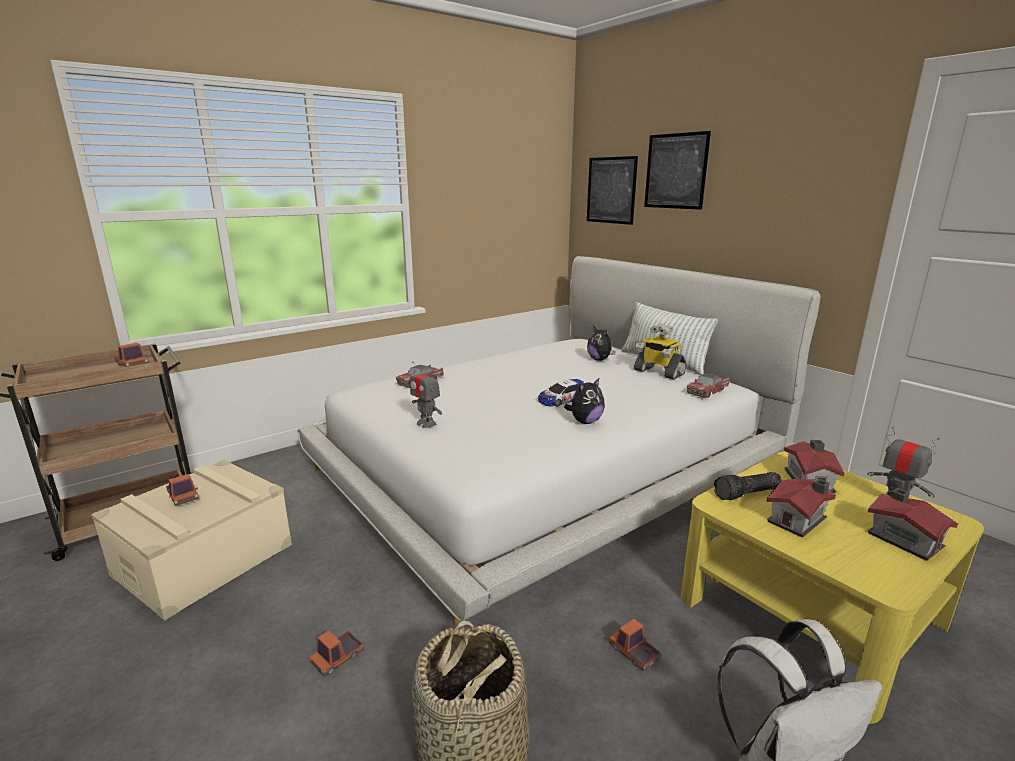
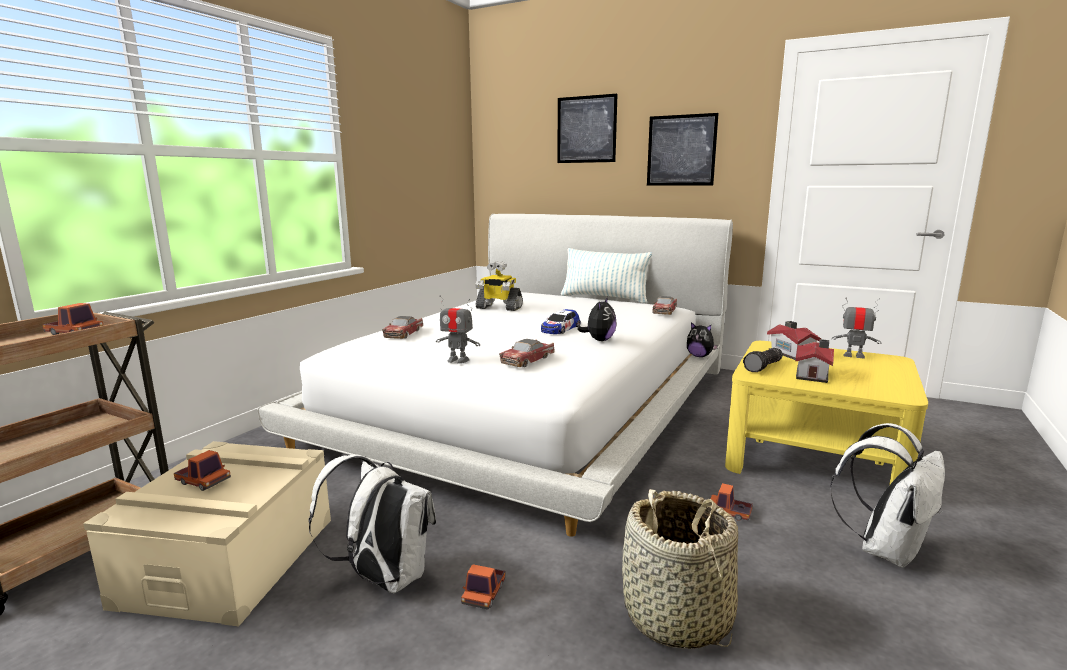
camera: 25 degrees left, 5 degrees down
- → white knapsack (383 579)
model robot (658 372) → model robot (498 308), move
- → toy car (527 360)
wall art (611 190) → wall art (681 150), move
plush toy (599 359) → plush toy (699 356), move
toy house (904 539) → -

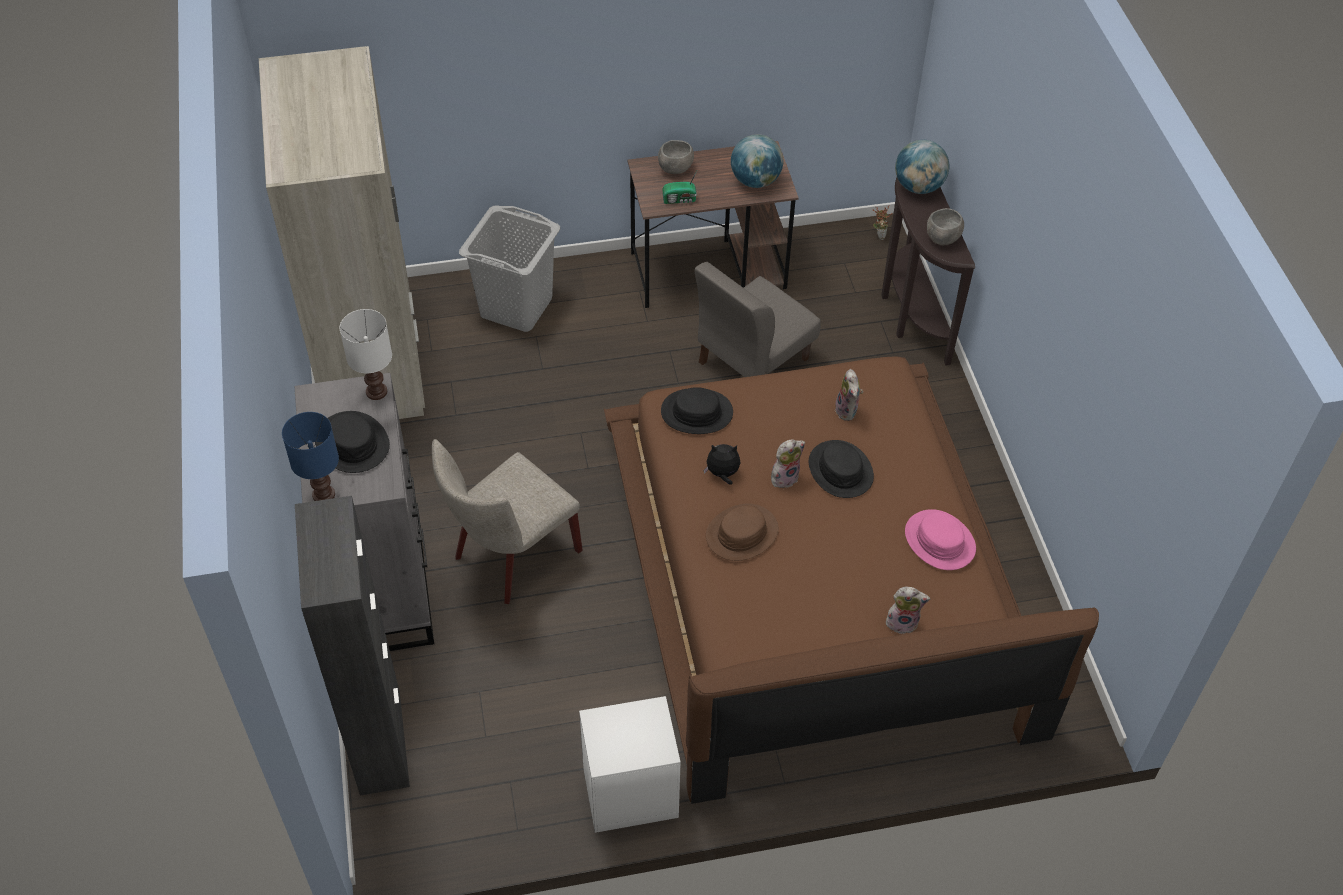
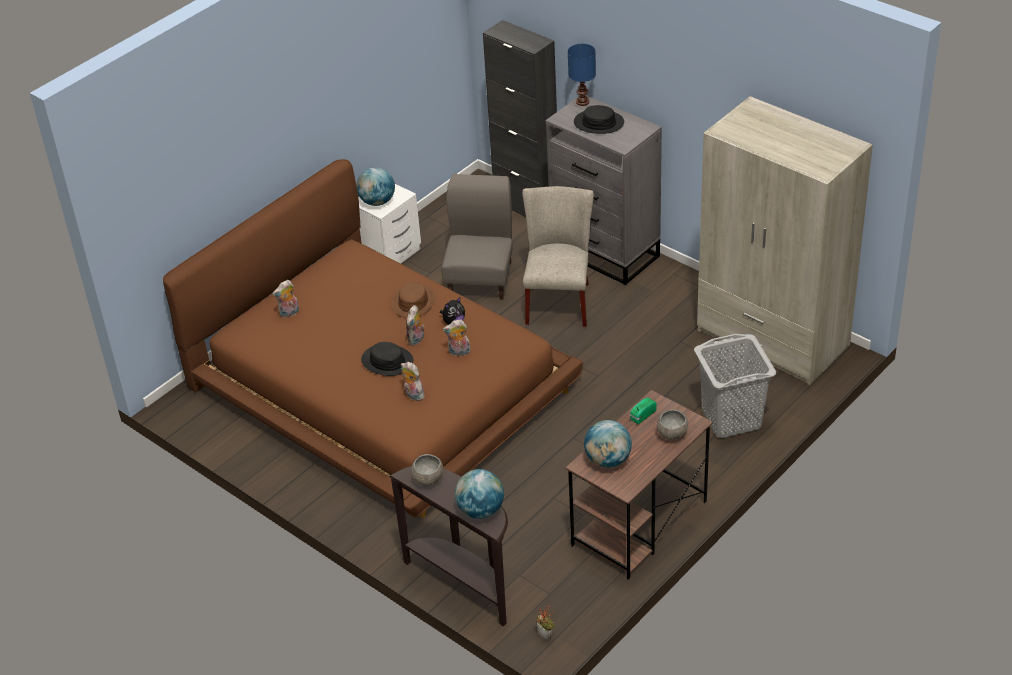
camera: 145 degrees right, 10 degrees down
- → globe (377 202)
gray chair (752 360) → gray chair (481 278), move
- → plush toy (459 352)
white tabletop lamp (375 391) → -
black wearable hat (696 413) → -
pinkish wearable hat (939 541) → -

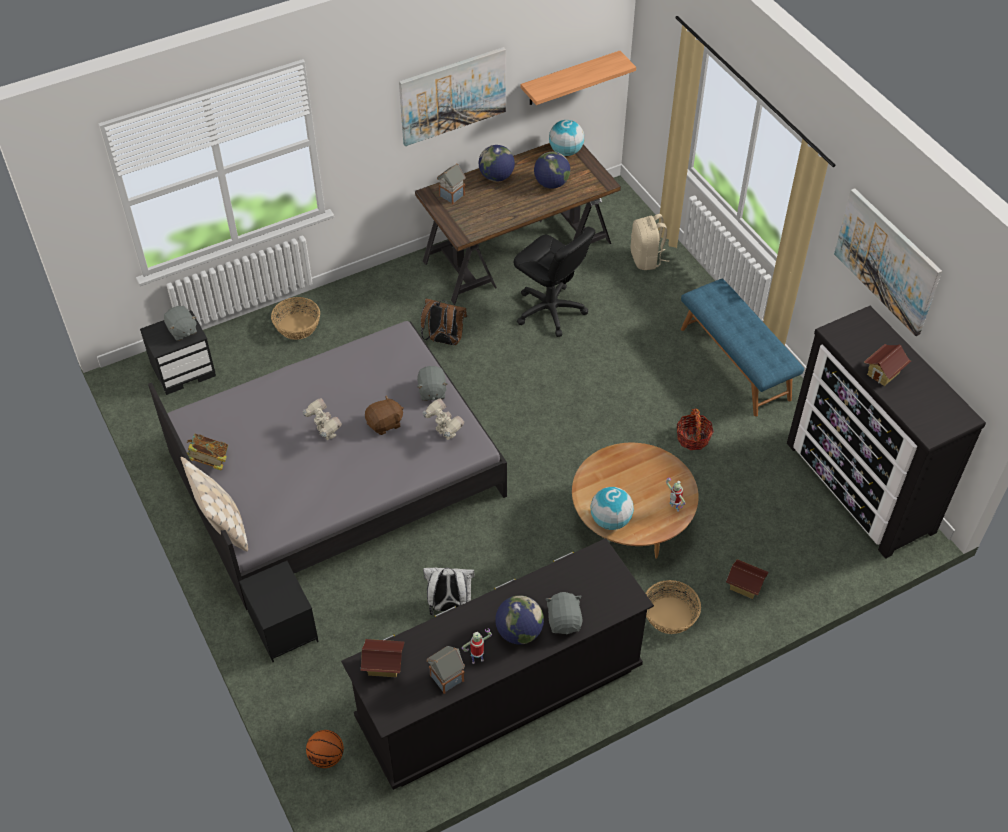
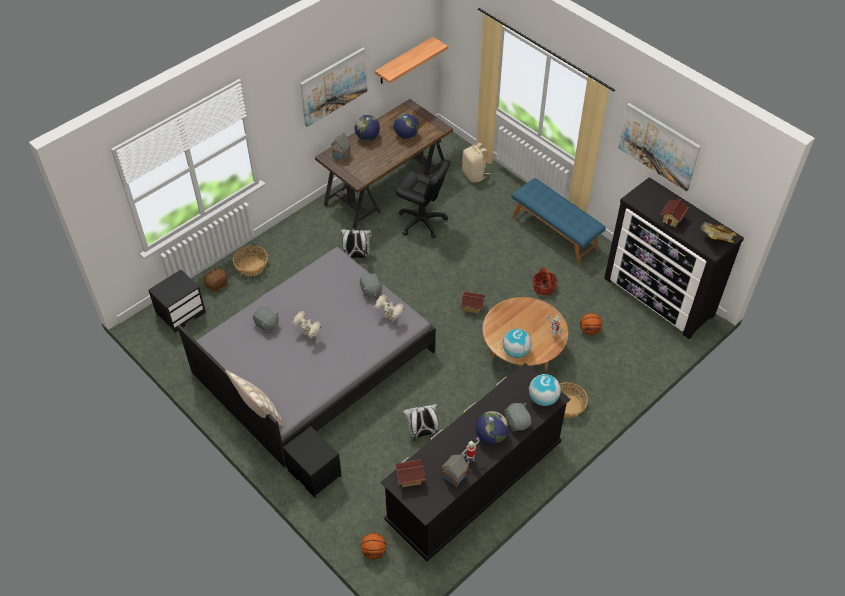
camera: 15 degrees left, 0 degrees up
brownish plush toy (385 424) → brownish plush toy (217 285), move
gray plush toy (182 331) → gray plush toy (267 325), move
brownish knapsack (444 340) → white knapsack (357 256)
toy house (744 587) → toy house (472 307), move
globe (566 151) → globe (543 399), move
- → basketball (589 330)
bound book (209 461) → bound book (715 240), move

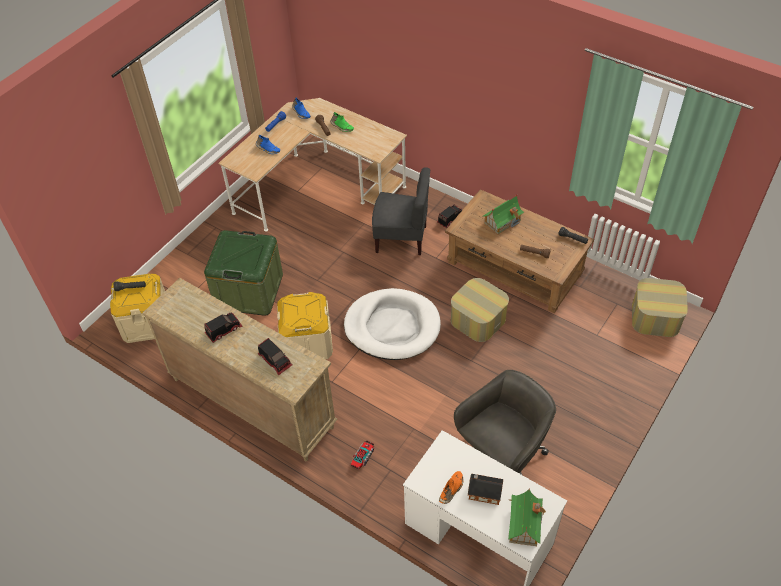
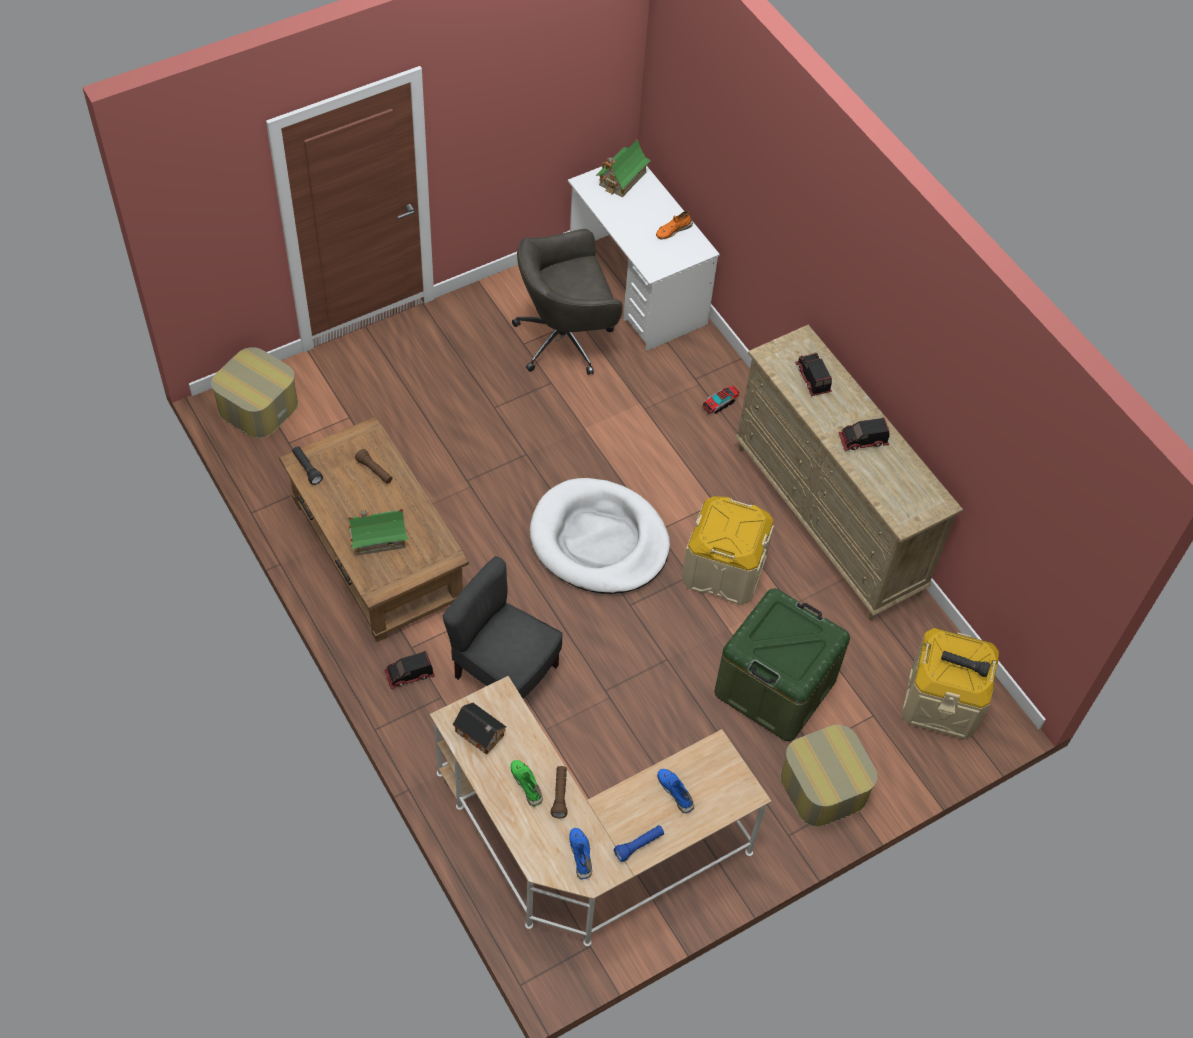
camera: 160 degrees left, 5 degrees up
toy house (483 492) → toy house (480 735), move
pouffe (478 319) → pouffe (823 787), move

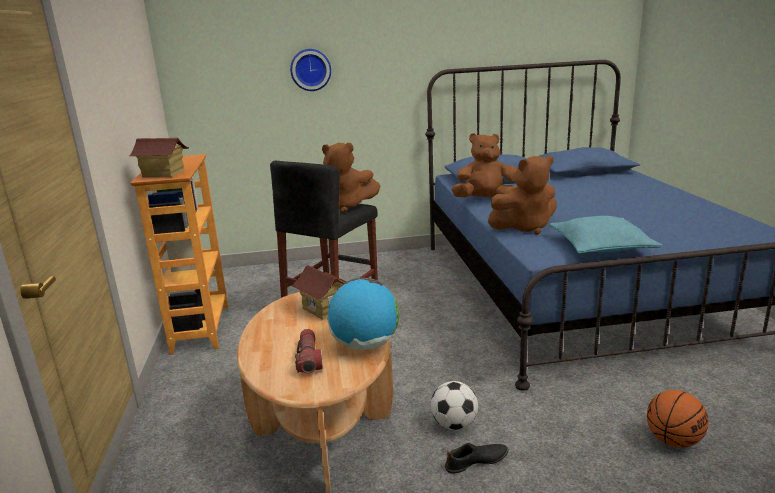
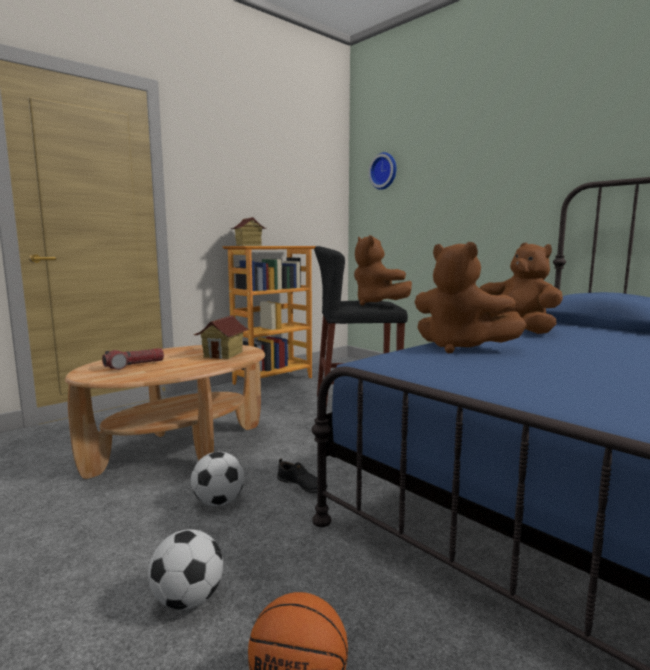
camera: 55 degrees right, 10 degrees down
- → football ball (188 600)
black shoe (476 462) → black shoe (301 485), move
hanging clock (310 70) → hanging clock (384 171), move
globe (365 345) → -
turquoise-coloured pillow (601 246) → -

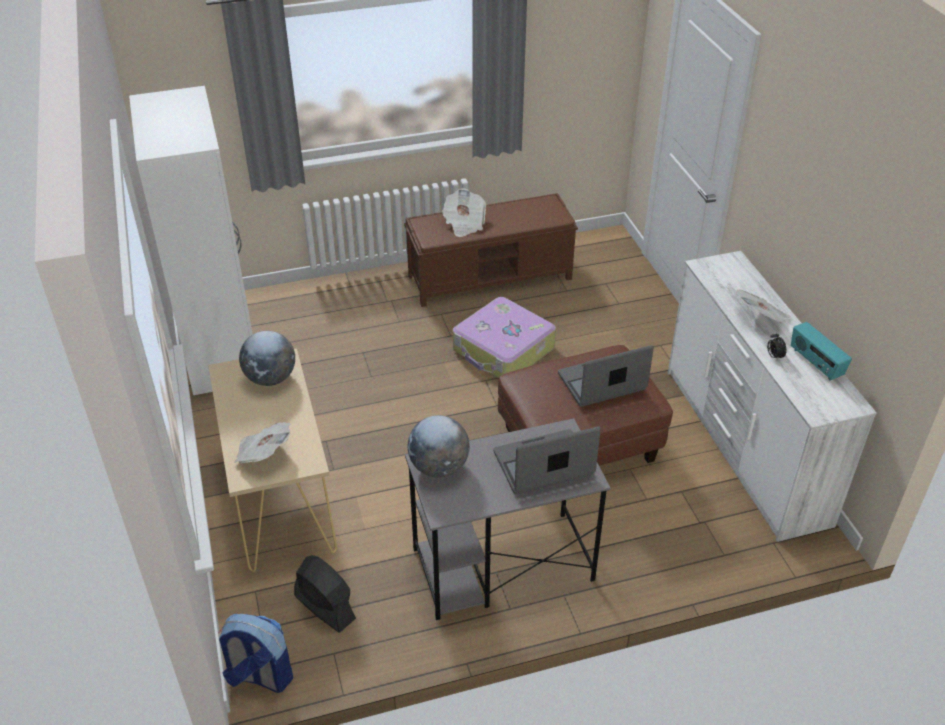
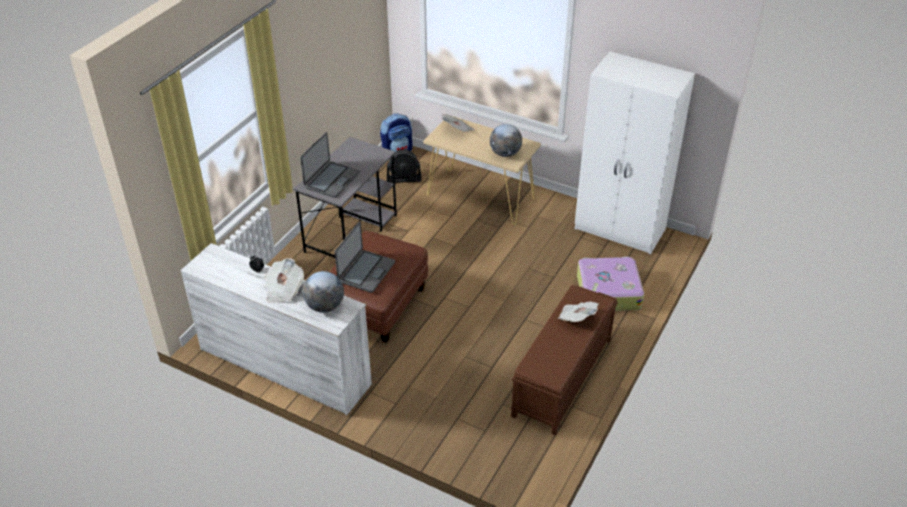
camera: 135 degrees right, 0 degrees up
globe (439 467) → globe (325 306), move
travel case (503 350) → travel case (607 291), move
radio set (815 363) → -

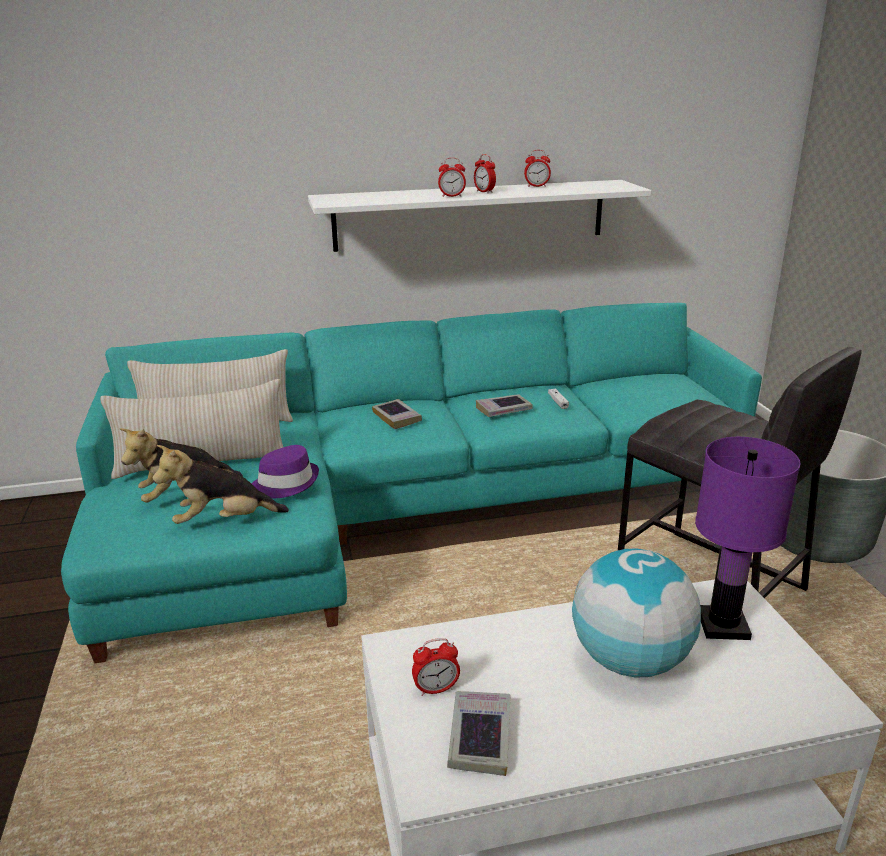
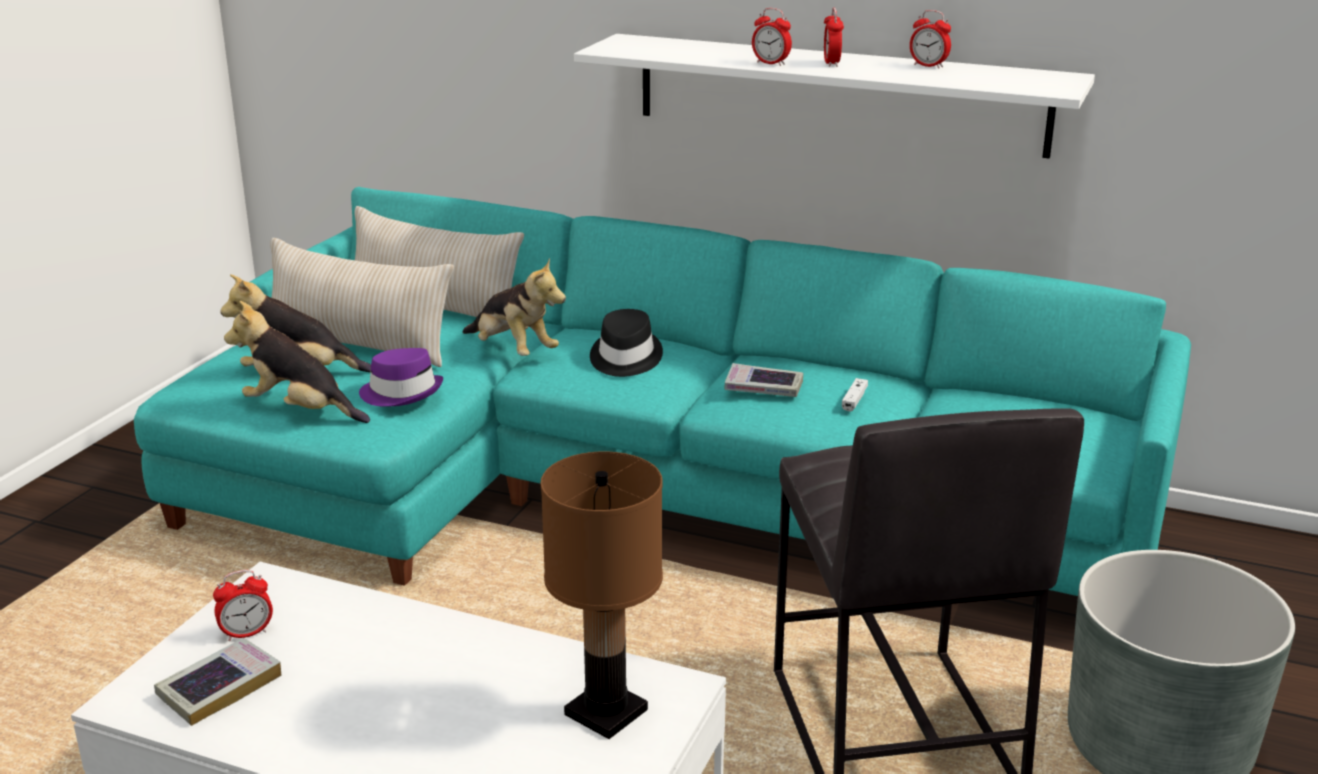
camera: 35 degrees right, 0 degrees up
table clock (436 689) → table clock (247 633), 45 degrees counterclockwise
- → plush toy (513 351)
purple tabletop lamp (722 624) → brownish tabletop lamp (606 711)
bound book (397 417) → black wearable hat (624 358)
globe (629 661) → -

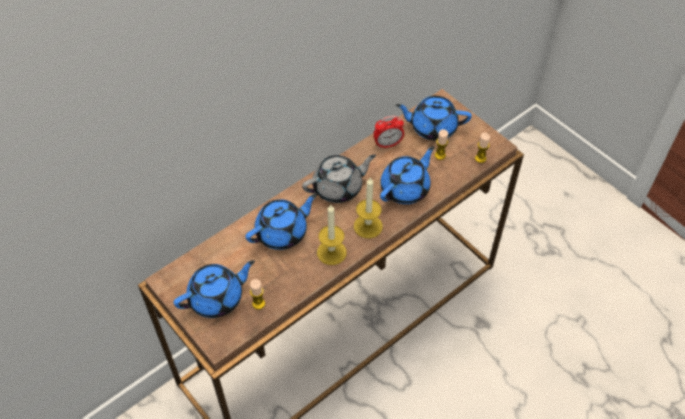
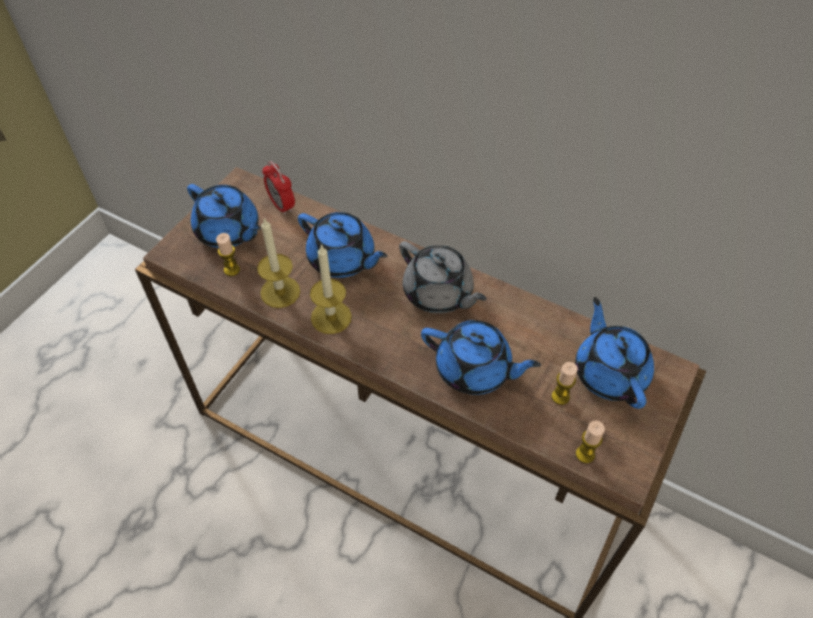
camera: 70 degrees right, 0 degrees up
candle (368 226) → candle (280 292), move
table clock (388 144) → table clock (282 206), move

